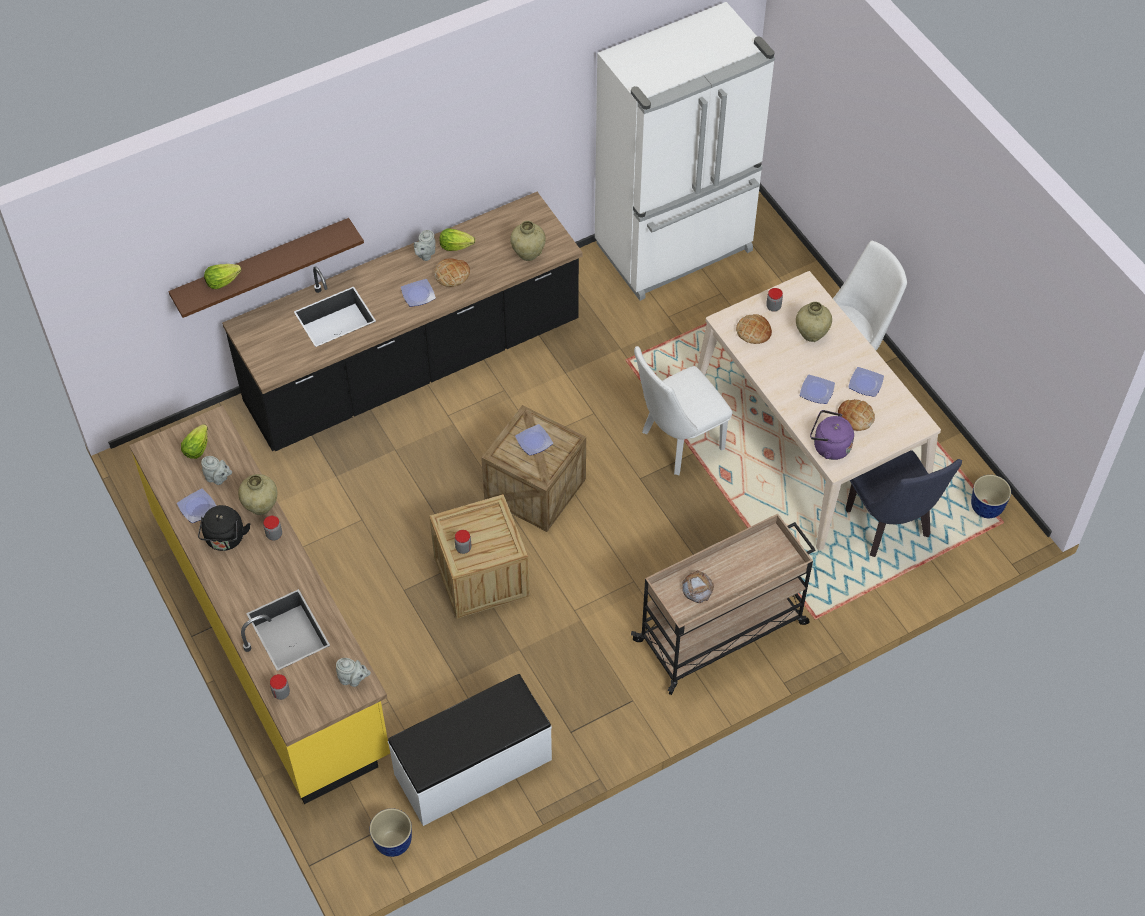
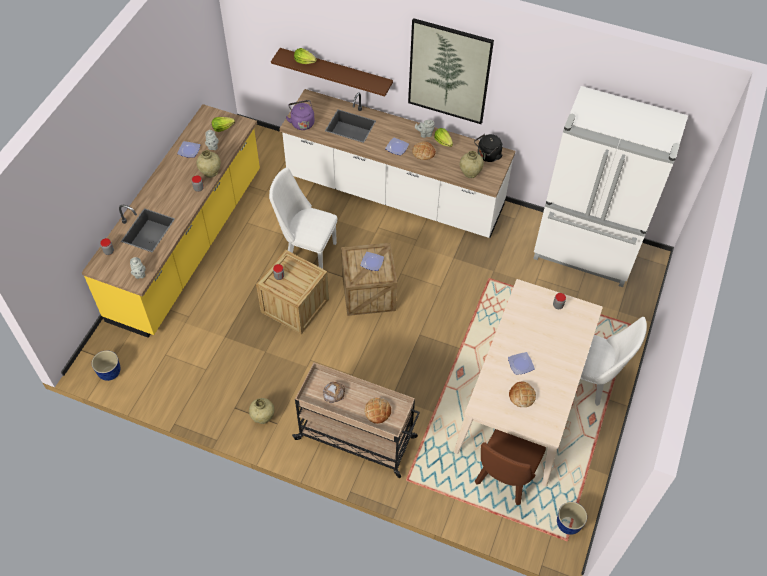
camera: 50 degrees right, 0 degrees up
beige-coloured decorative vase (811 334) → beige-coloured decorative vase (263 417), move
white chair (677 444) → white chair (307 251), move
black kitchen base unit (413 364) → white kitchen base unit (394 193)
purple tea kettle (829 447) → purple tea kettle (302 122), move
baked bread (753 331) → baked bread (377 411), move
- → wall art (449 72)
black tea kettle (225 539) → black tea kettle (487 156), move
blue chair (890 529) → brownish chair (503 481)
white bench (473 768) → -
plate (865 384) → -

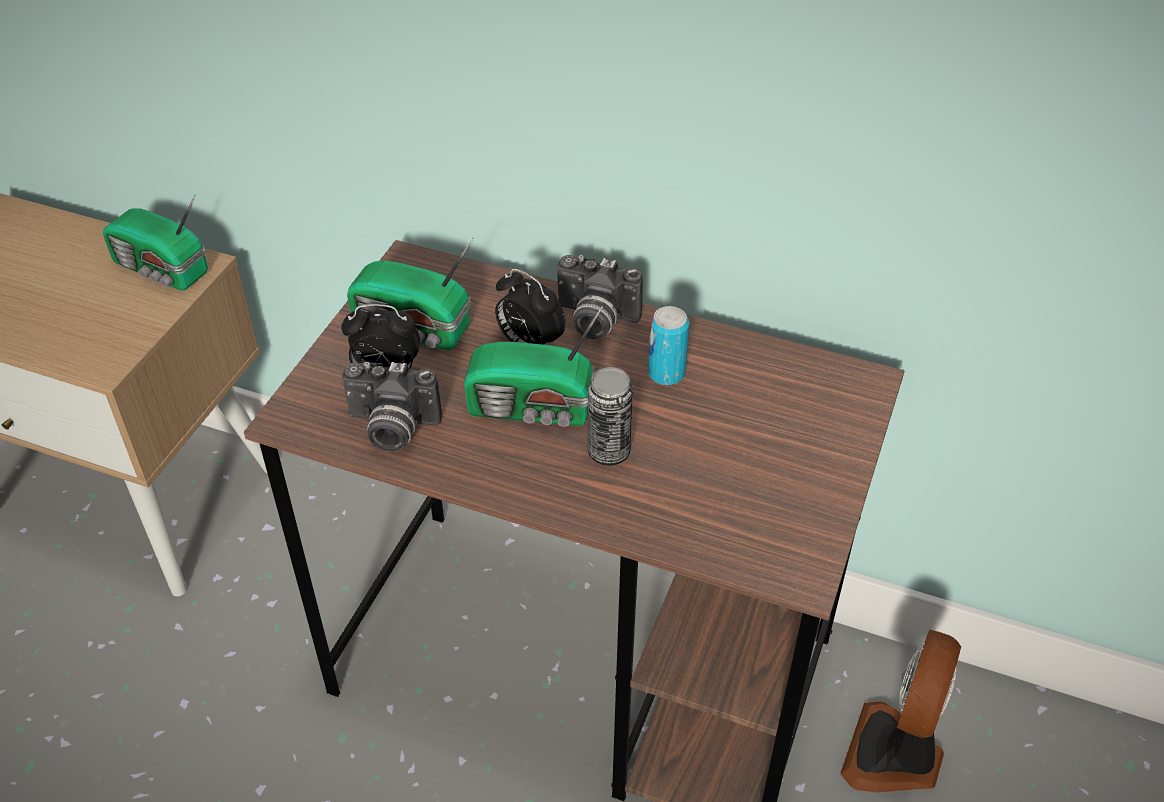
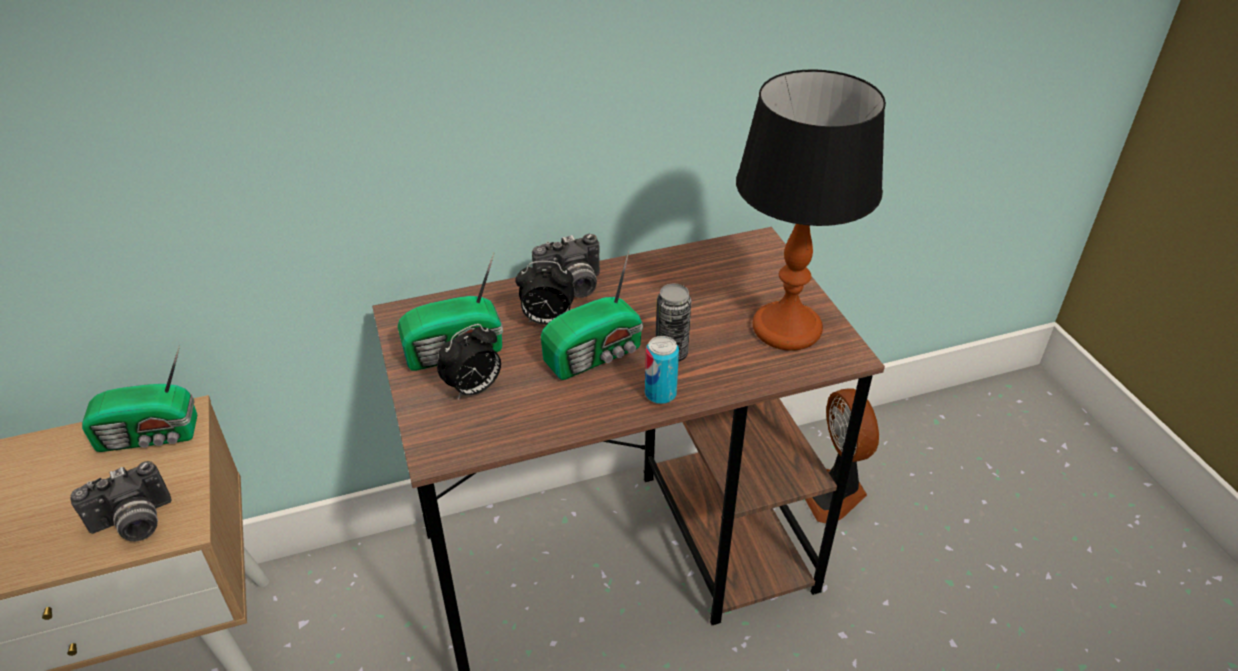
camera: 40 degrees left, 5 degrees down
photo camera (391 429) → photo camera (133 524), move
metal can (666 373) → metal can (660 394), move
- → tabletop lamp (787 329)

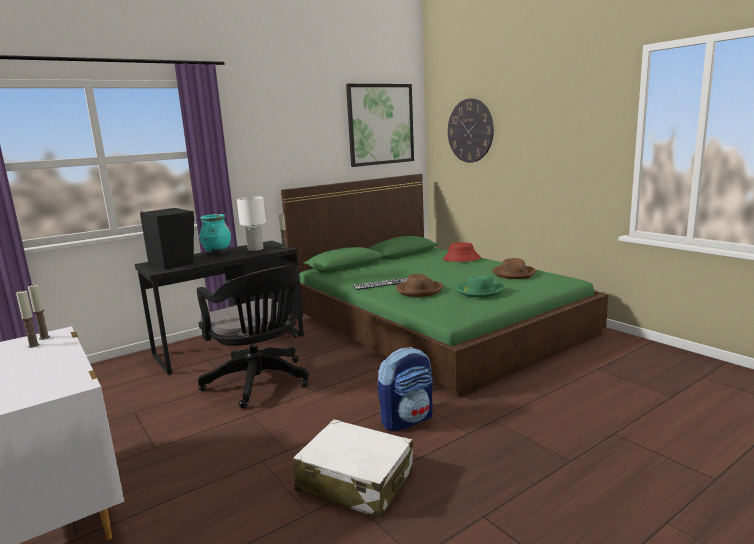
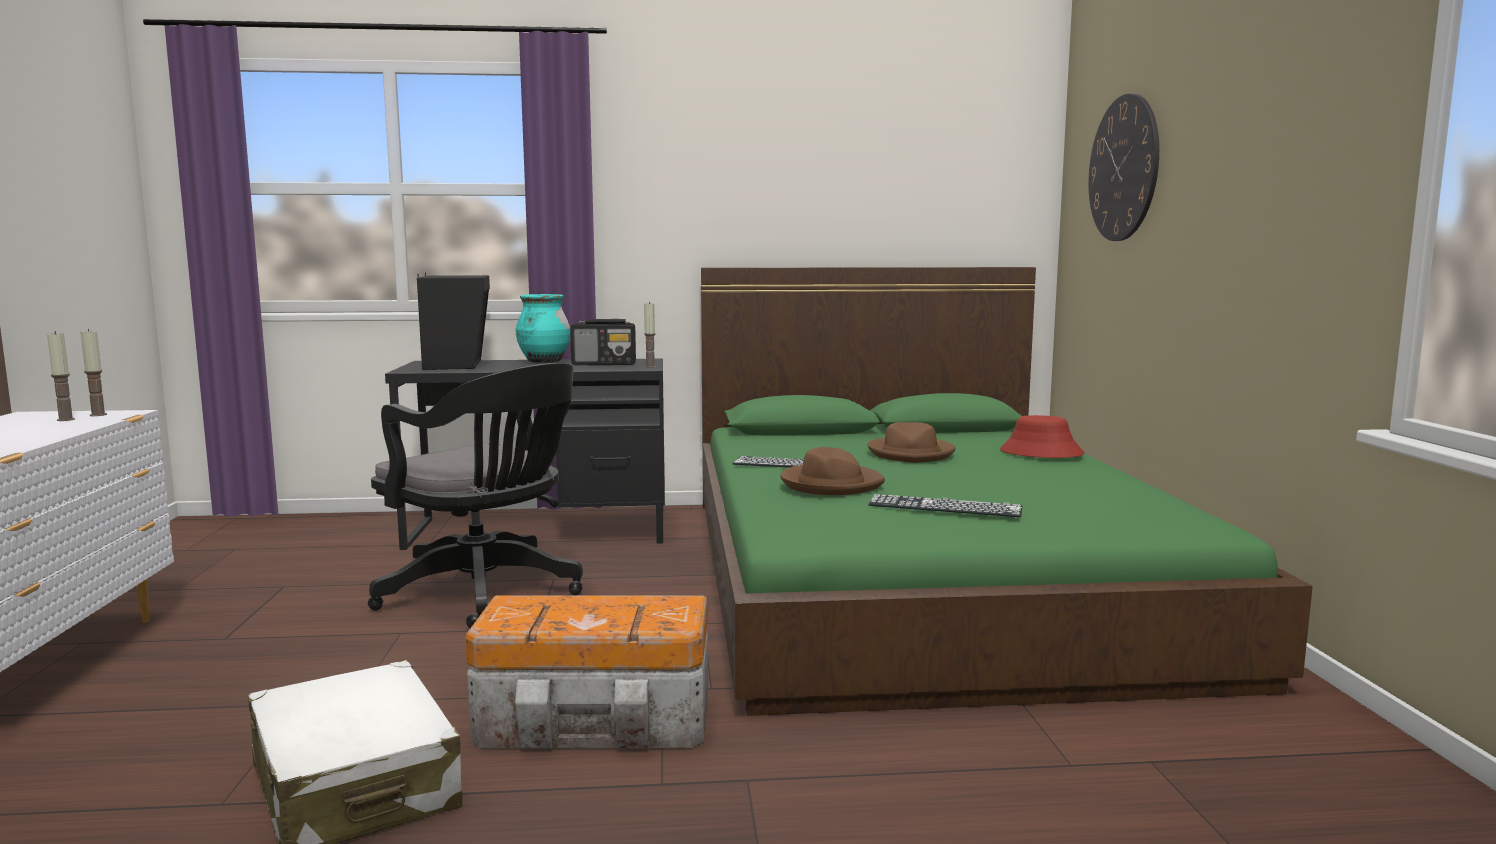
camera: 30 degrees right, 5 degrees down
black computer chair (260 383) → black computer chair (486 594), 45 degrees counterclockwise
knapsack (407 419) → storage box (597 721)
white tabletop lamp (255 249) → radio set (604 364)
brownish wearable hat (514 274) → brownish wearable hat (911 453), move
green-coloured wearable hat (479 291) → computer keyboard (944 506)
wall art (380 124) → -

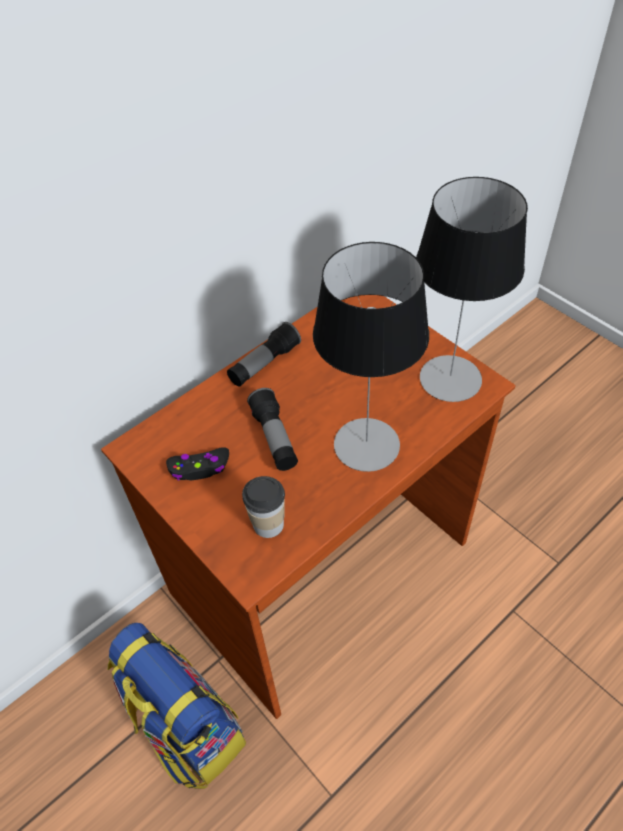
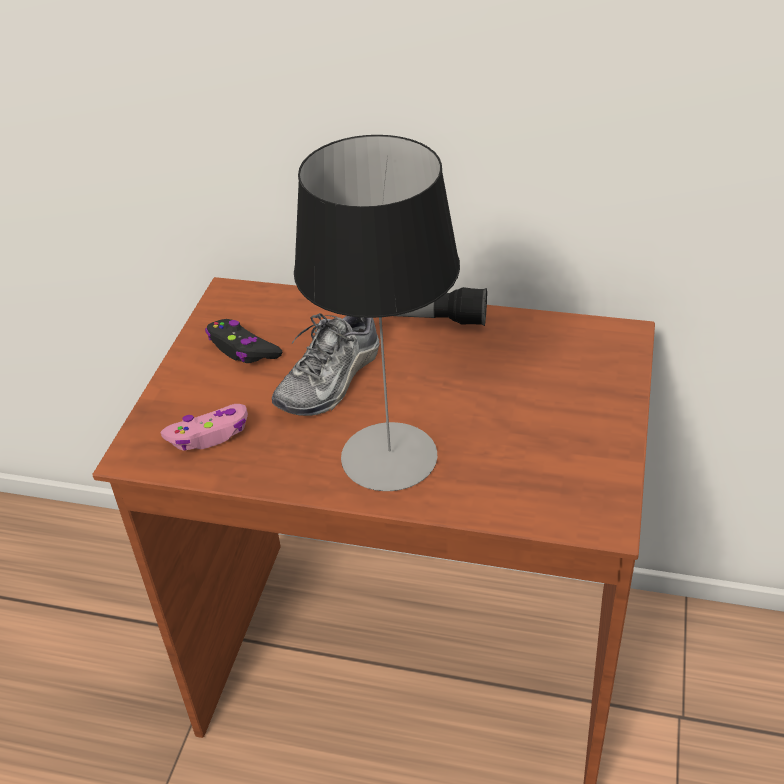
camera: 55 degrees right, 10 degrees down
cup (268 524) → pinkish game controller (209 435)
hand torch (274 438) → shoe (330 380)
knapsack (187 729) → -
tabletop lamp (450 378) → -

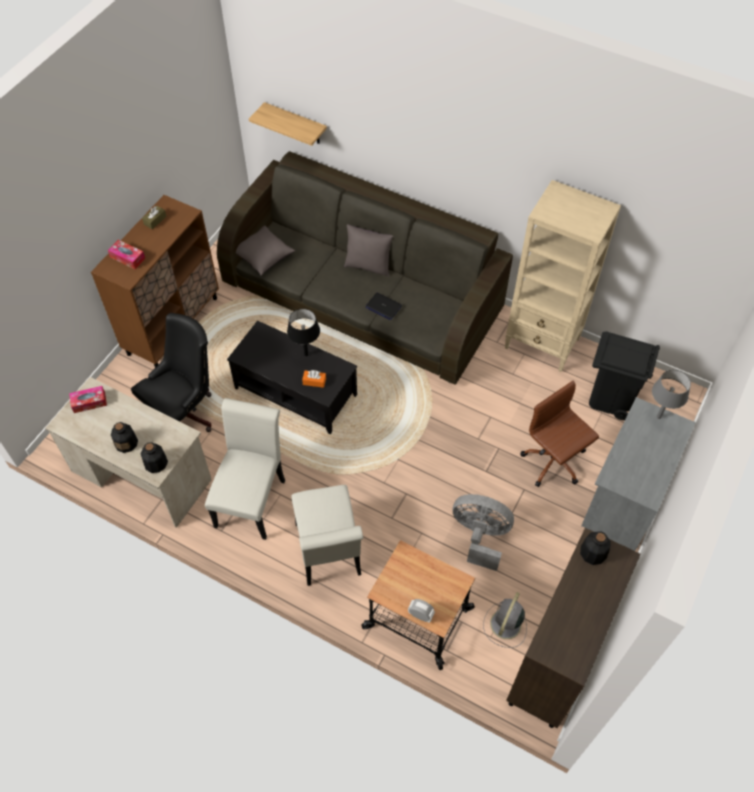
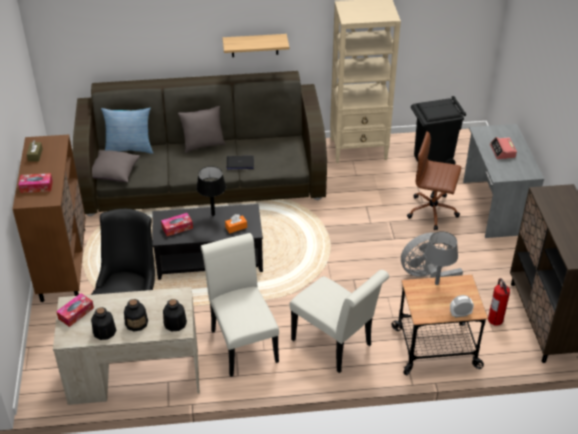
camera: 35 degrees left, 15 degrees down
bottle (593 553) → bottle (104 332), move
- → pillow (129 148)
- → tissue holder (177 228)
bracket shelf (296 124) → bracket shelf (254 45), move
gray tabletop lamp (658 417) → gray tabletop lamp (436 283), move
gray cooling fan (505 625) → fire extinguisher (495 319)
- → table clock (502 151)

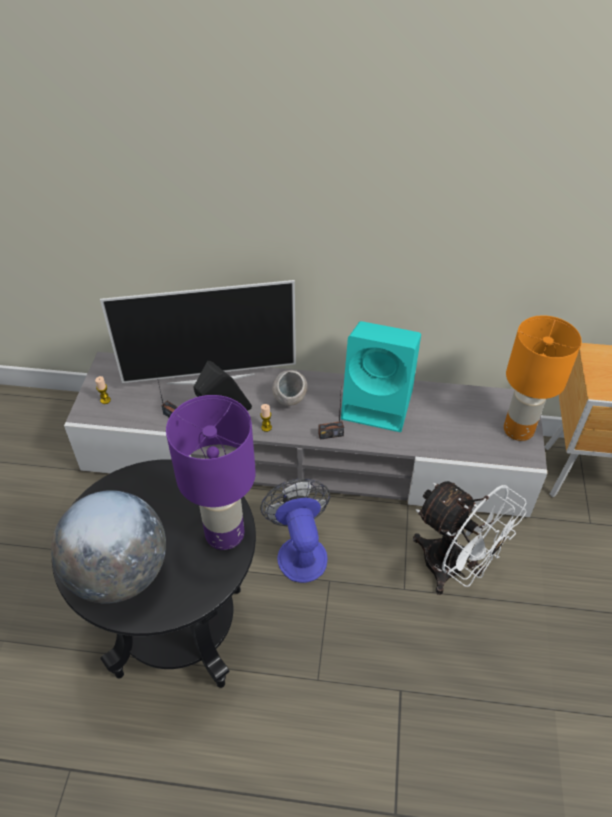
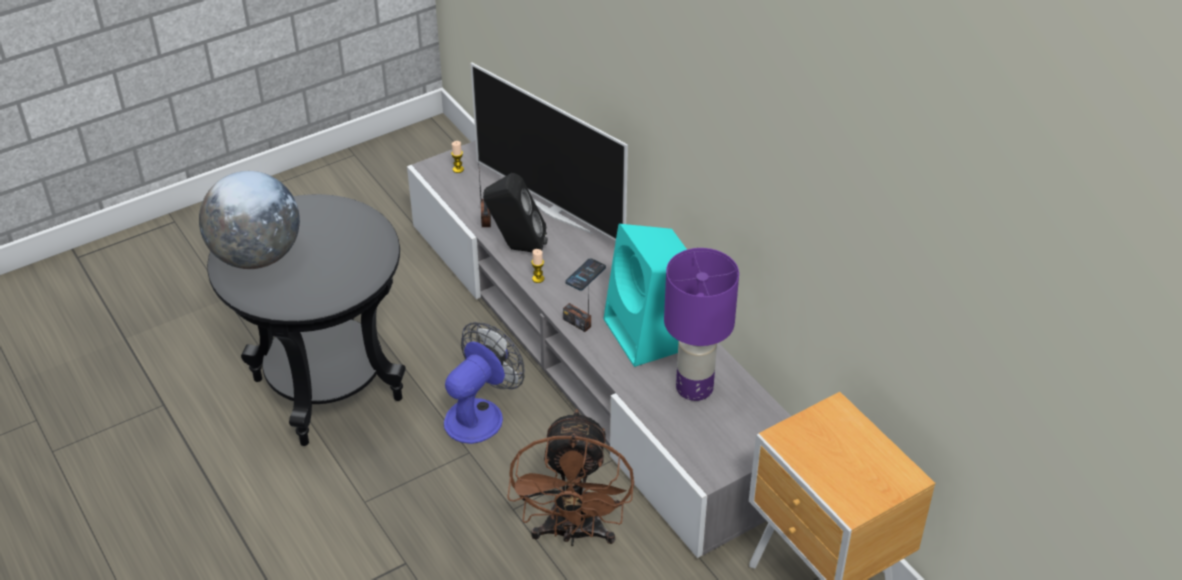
camera: 50 degrees right, 5 degrees down
white cooling fan (454 568) → brownish cooling fan (573 533)
gray bowl (290 402) → phone (585 275)
purple tabletop lamp (223 534) → purple tabletop lamp (693 387), move
orangey tabletop lamp (519 429) → -

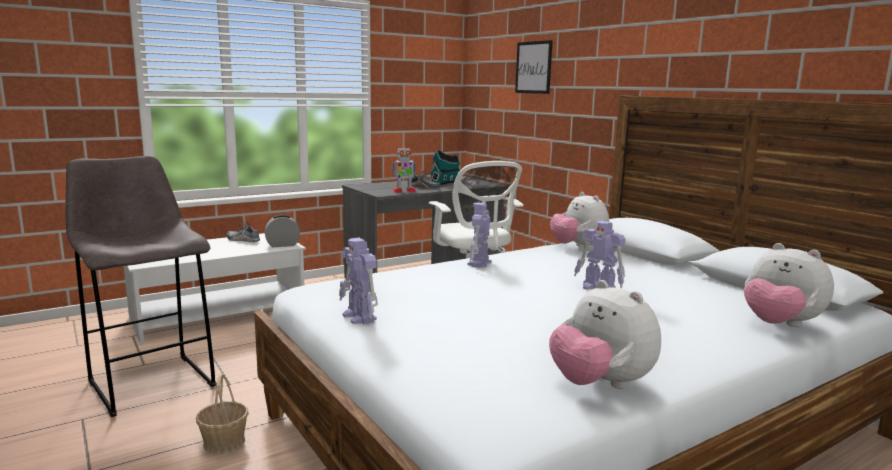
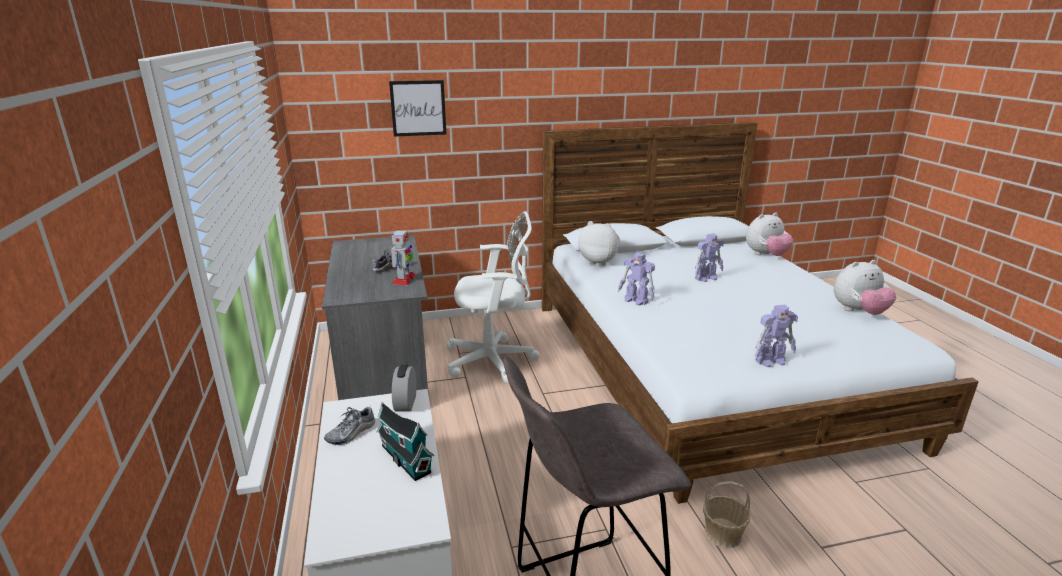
camera: 70 degrees left, 10 degrees up
toy house (446 182) → toy house (404 458), move
plush toy (578 247) → plush toy (599 261), 150 degrees counterclockwise

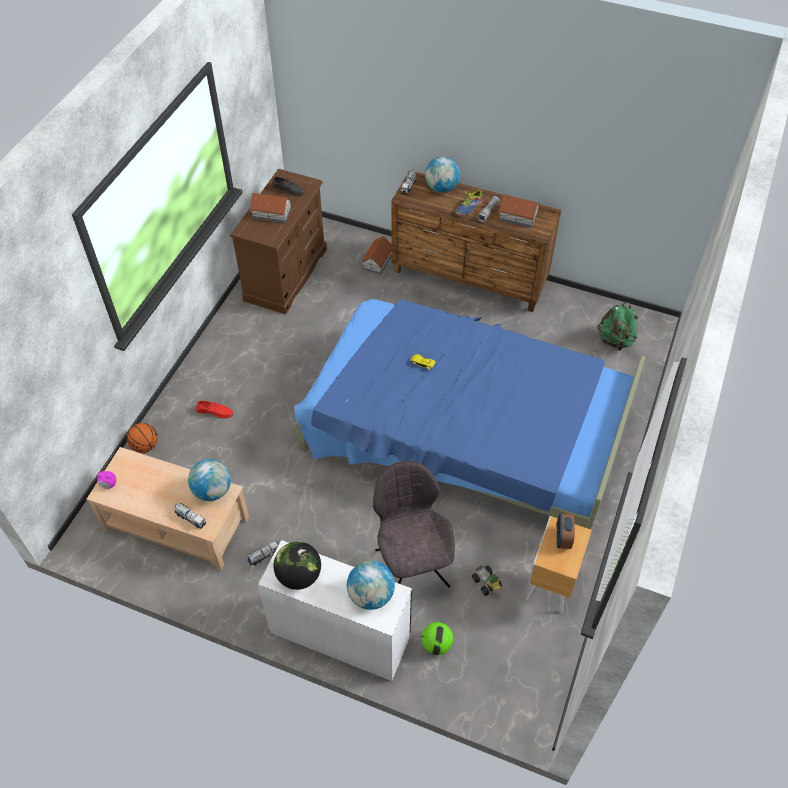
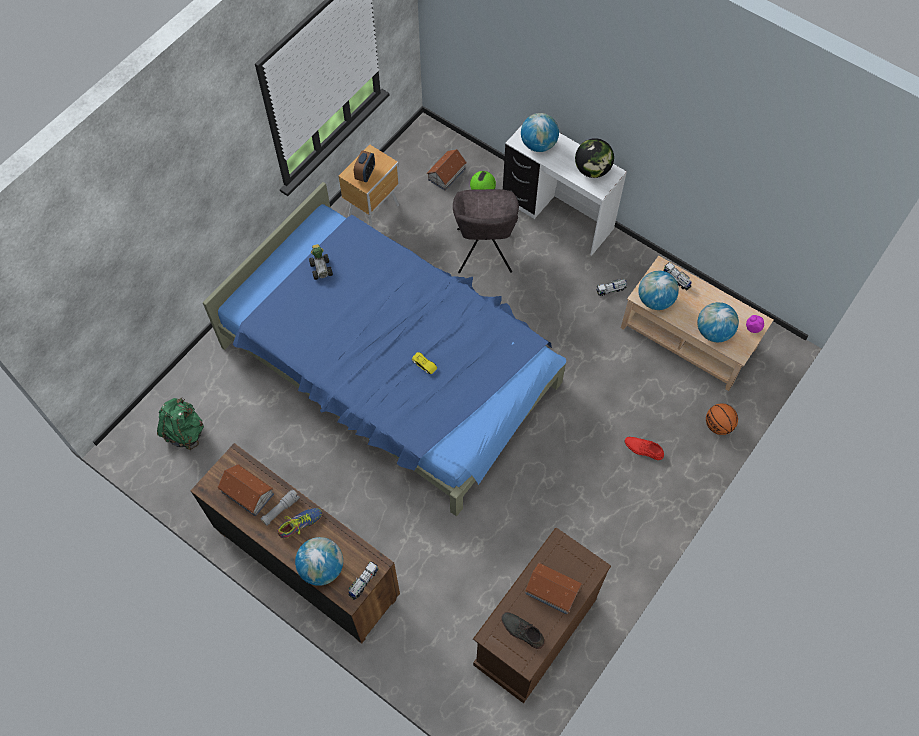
camera: 165 degrees left, 10 degrees up
toy car (486 584) → toy car (321 267), move
toy house (377 261) → toy house (447 174), move
- → globe (713 332)

